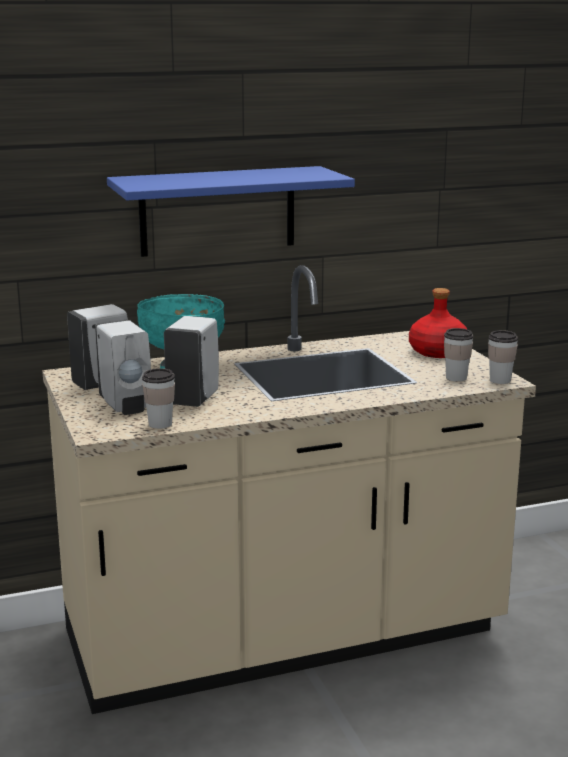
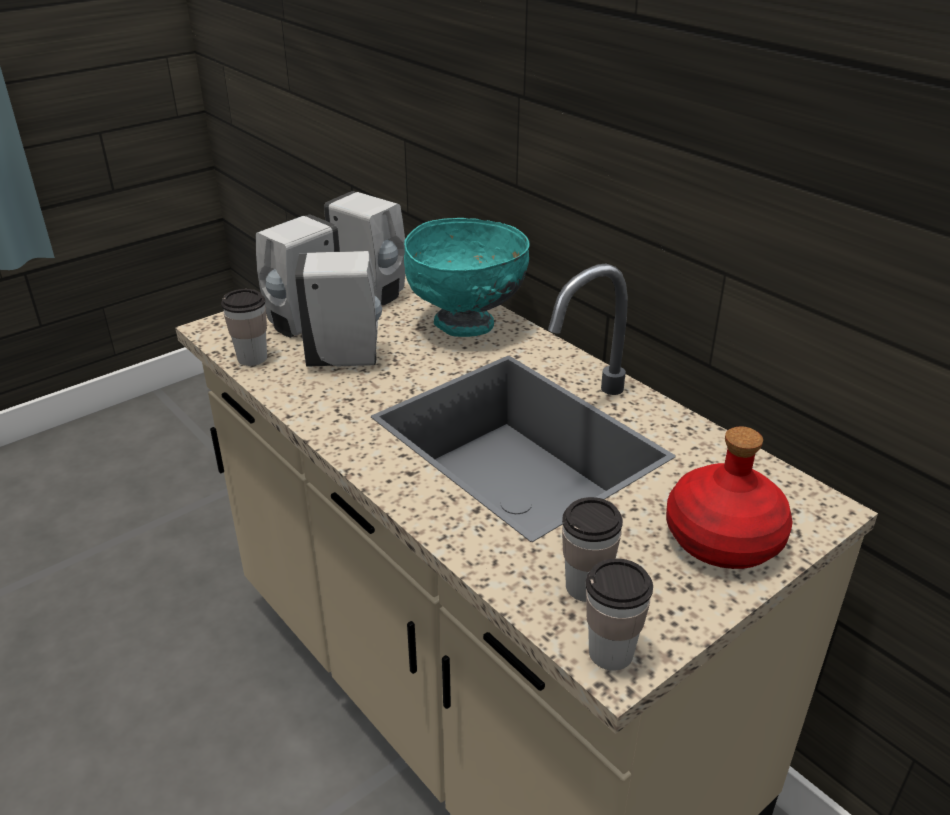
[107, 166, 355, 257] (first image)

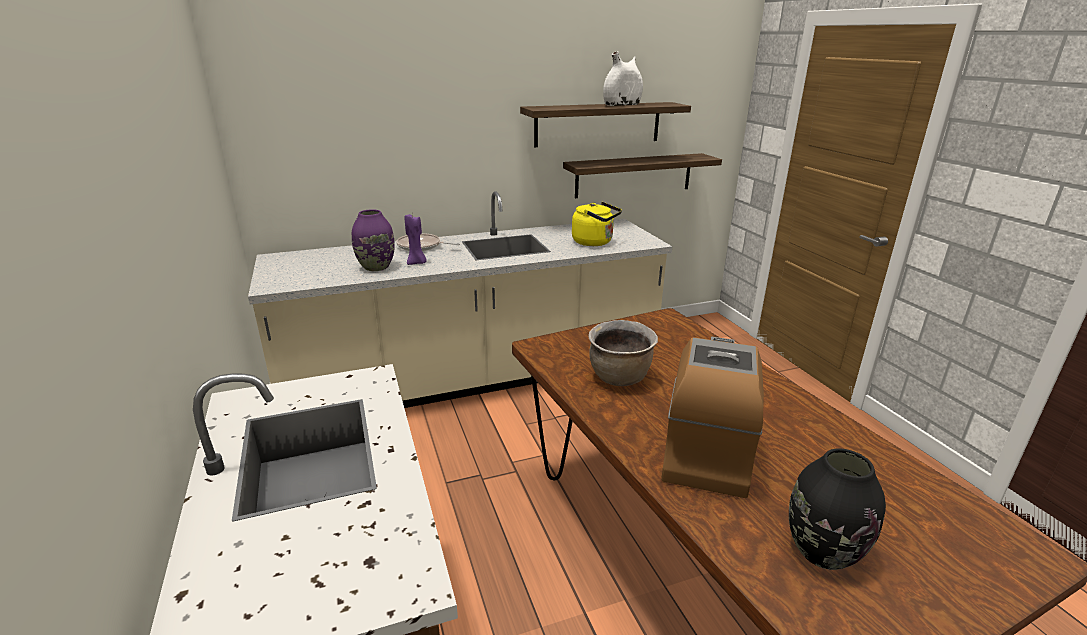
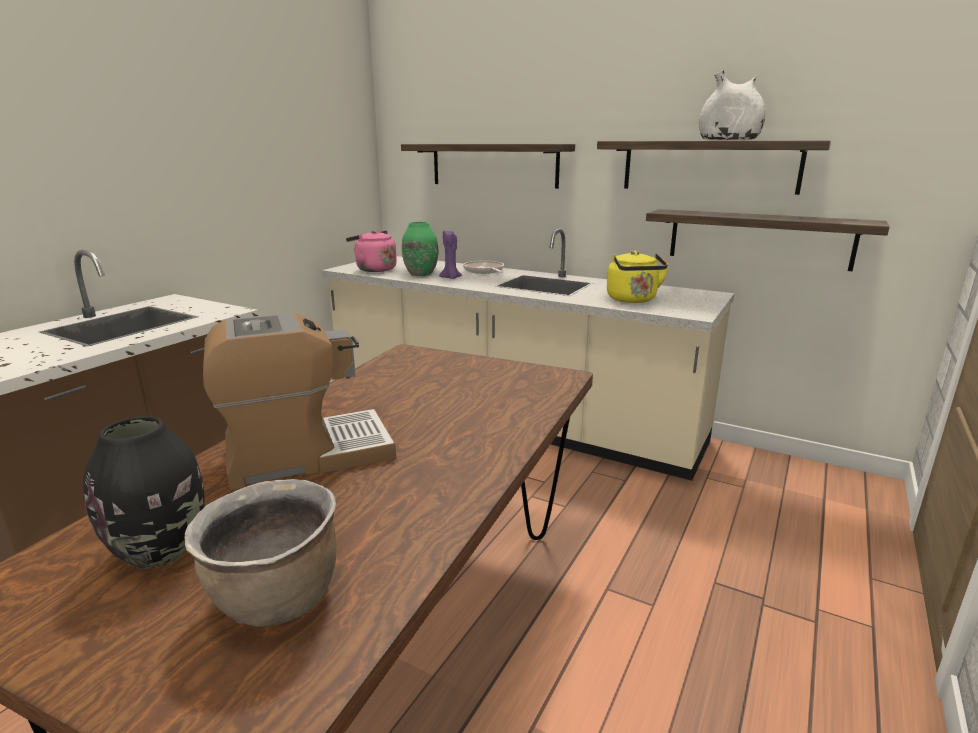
[184, 479, 336, 627]
[346, 230, 397, 272]
[401, 144, 575, 189]
[402, 222, 438, 276]

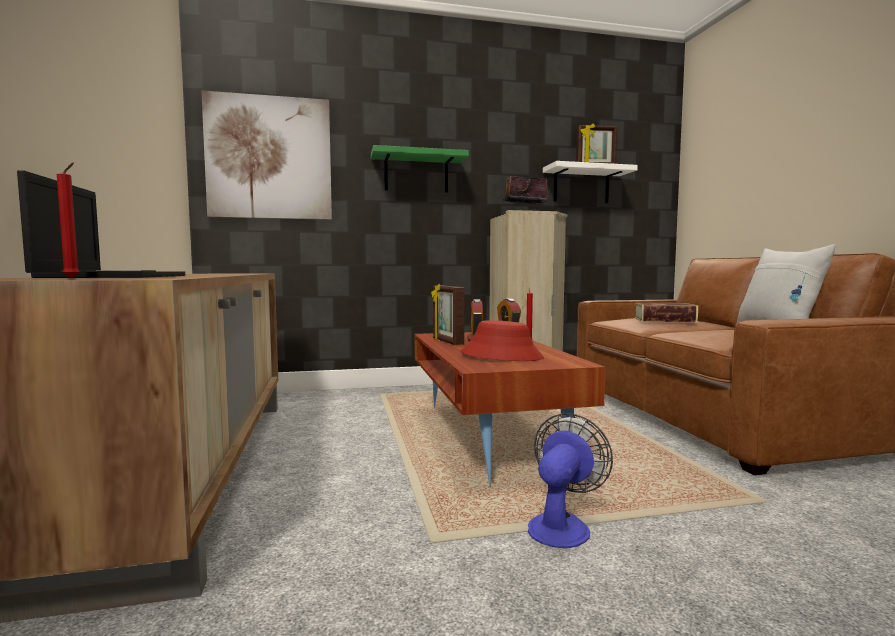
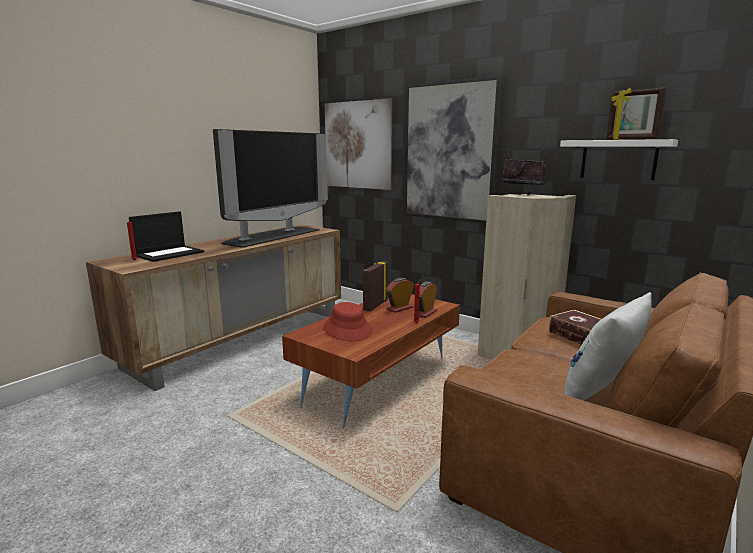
[213, 129, 328, 248]
[404, 76, 502, 223]
[528, 414, 613, 548] (first image)

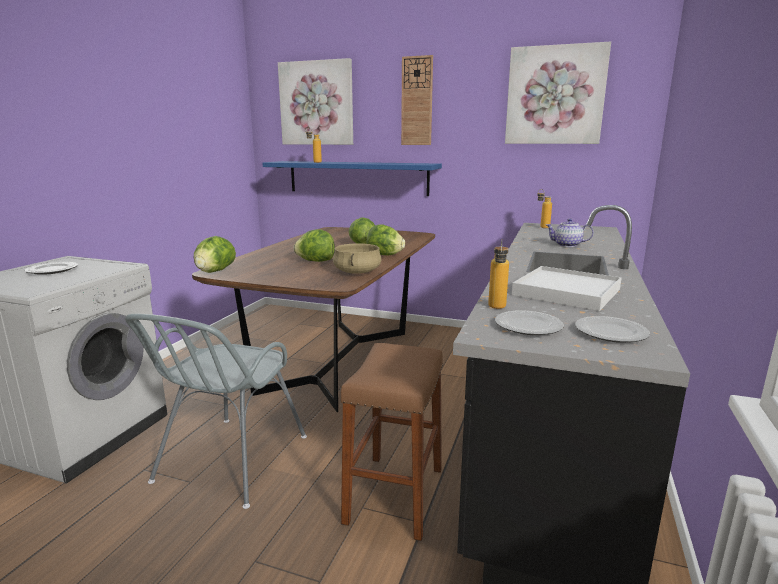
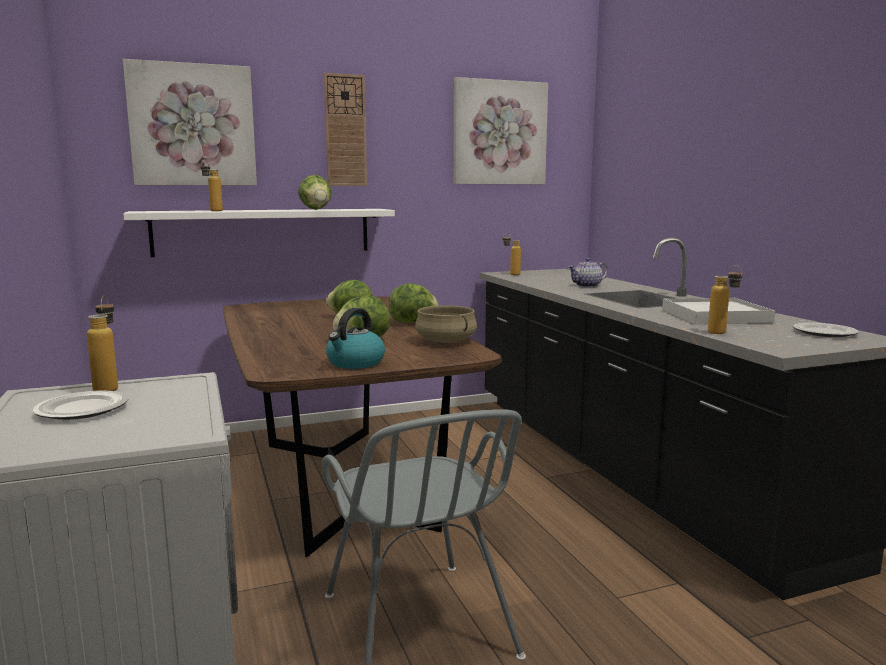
[87, 295, 118, 391]
[123, 209, 395, 257]
[298, 175, 332, 210]
[326, 308, 385, 369]
[341, 343, 443, 541] (first image)
[495, 310, 564, 335] (first image)

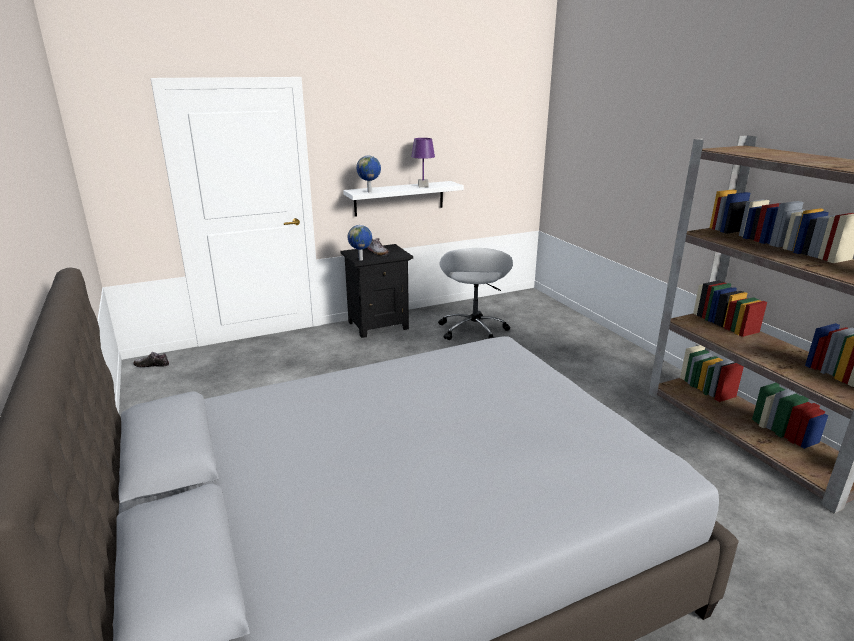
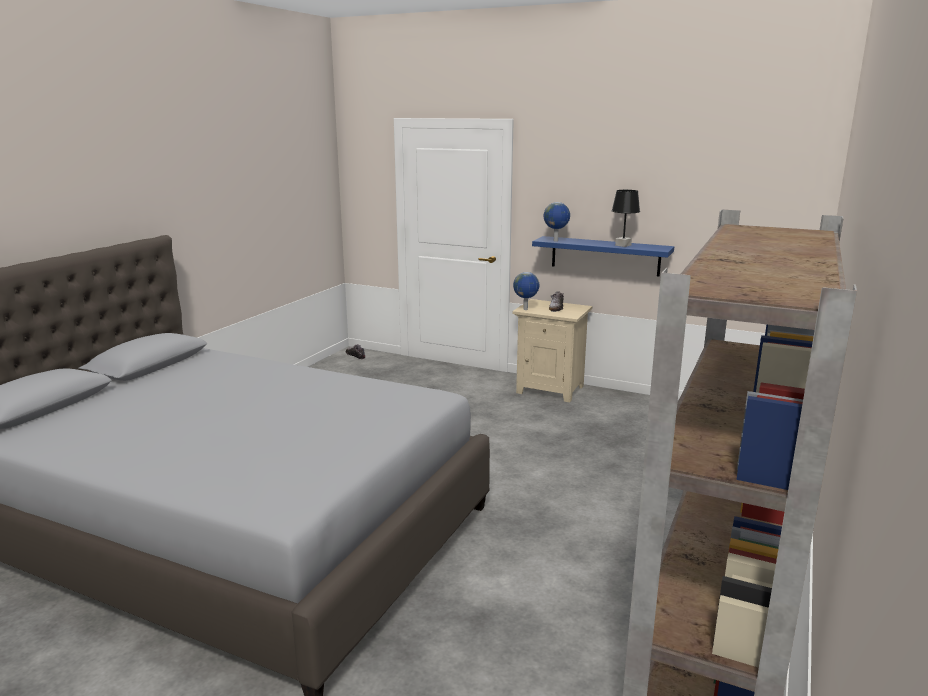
[512, 299, 592, 403]
[532, 236, 674, 276]
[612, 190, 640, 247]
[438, 248, 513, 340] (first image)

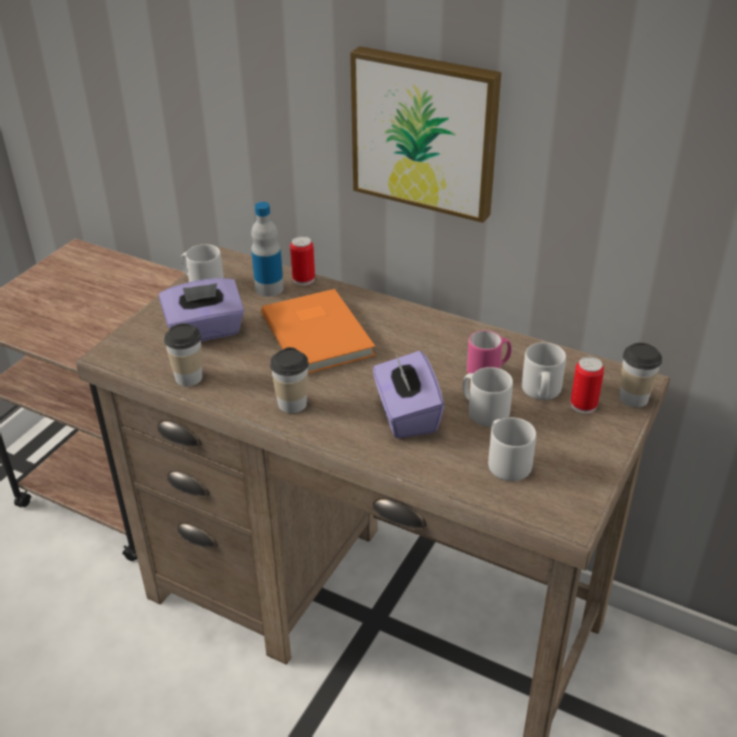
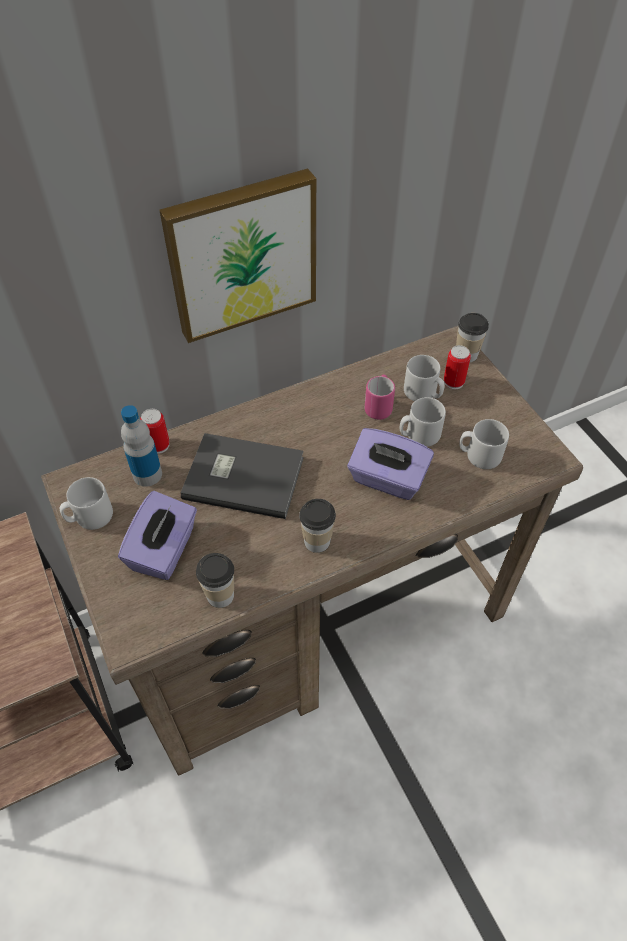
[181, 433, 304, 519]

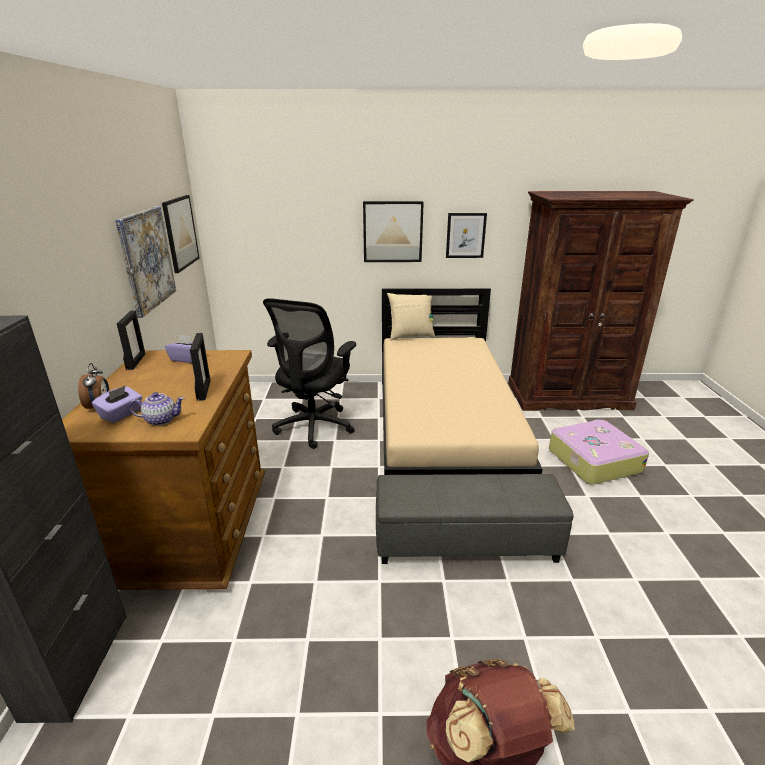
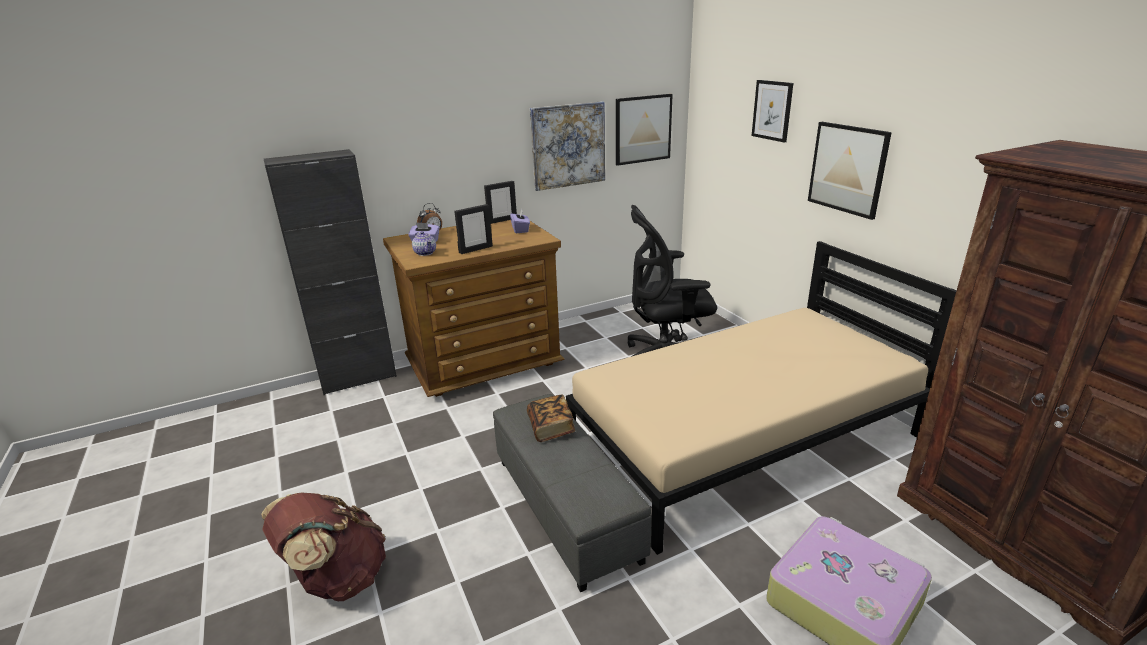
[527, 394, 575, 442]
[752, 80, 793, 142]
[387, 293, 435, 341] (first image)

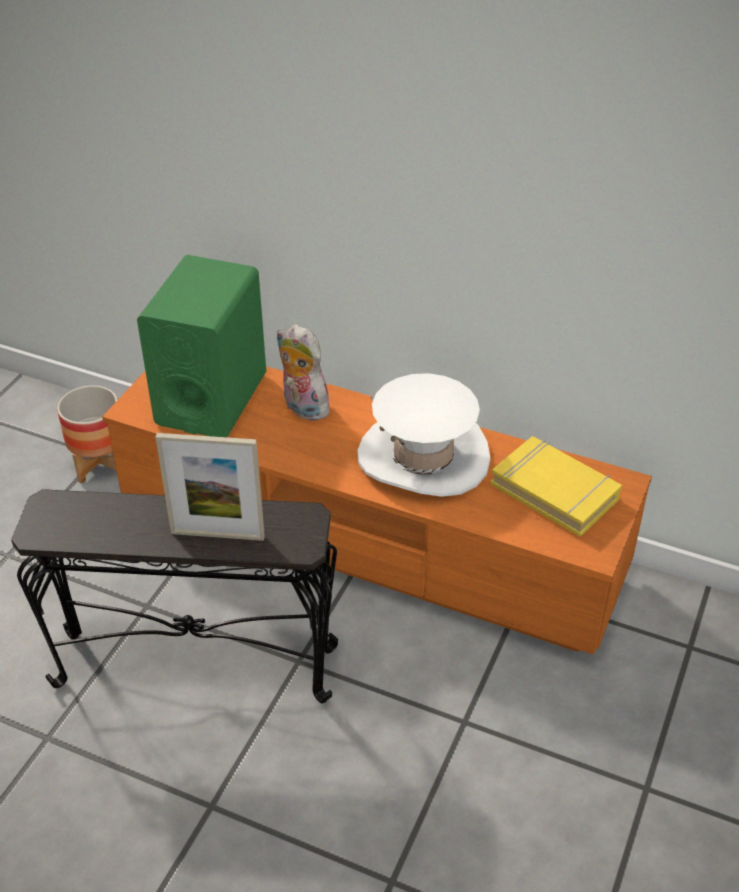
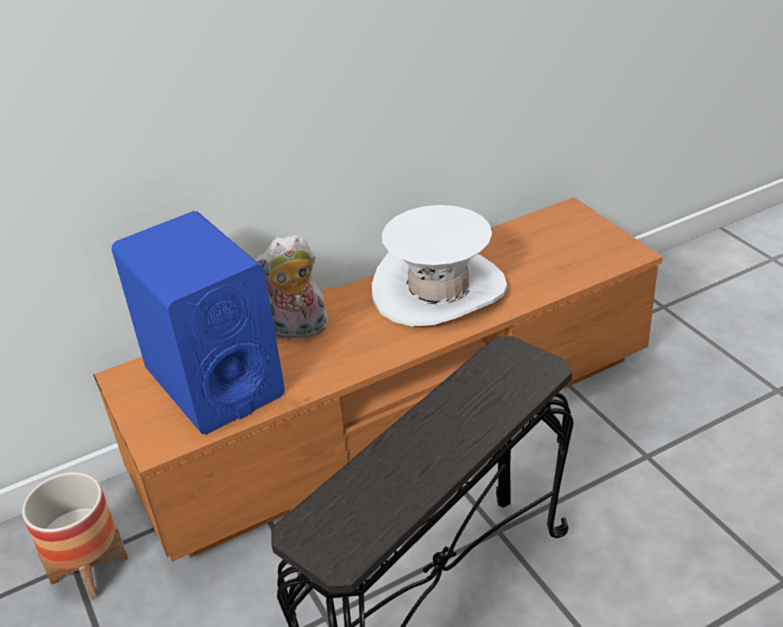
[111, 211, 285, 434]
[156, 433, 265, 541] (first image)
[491, 436, 622, 537] (first image)

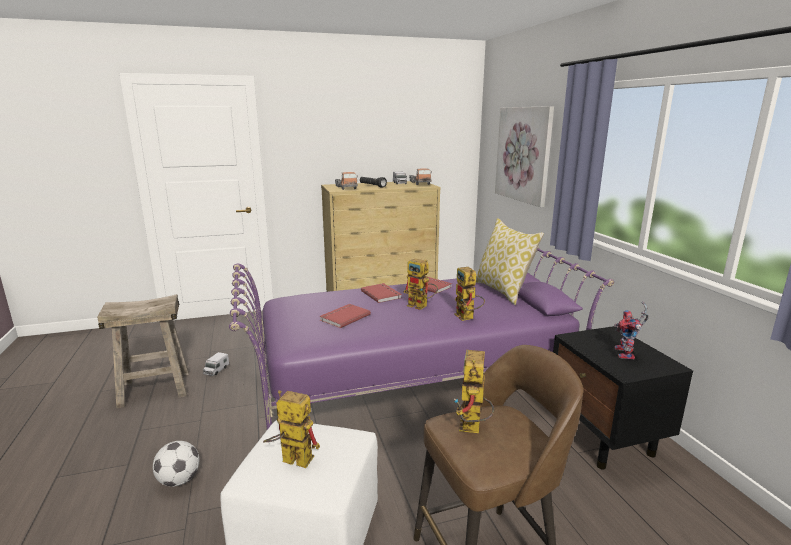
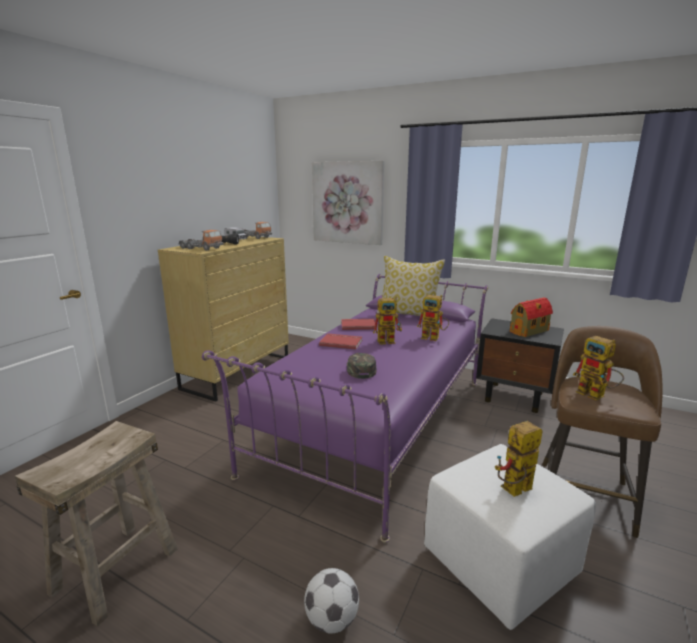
[347, 353, 377, 379]
[510, 298, 553, 337]
[203, 352, 229, 376] (first image)

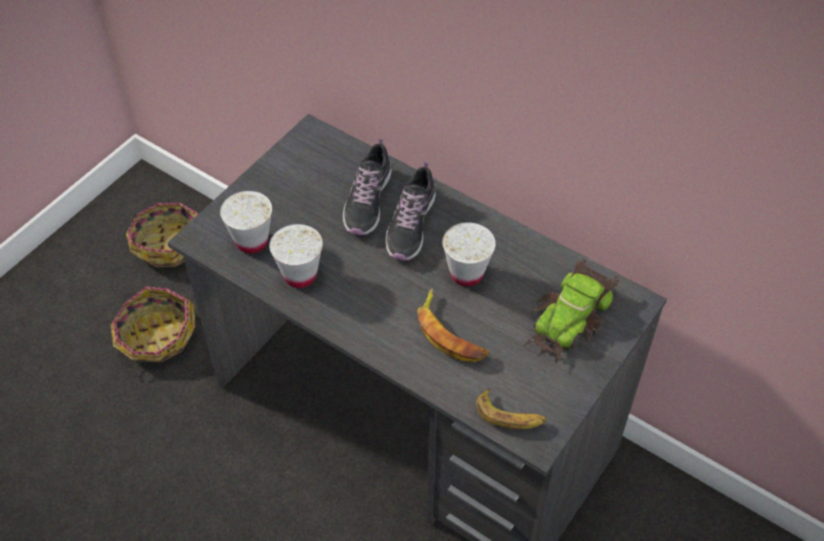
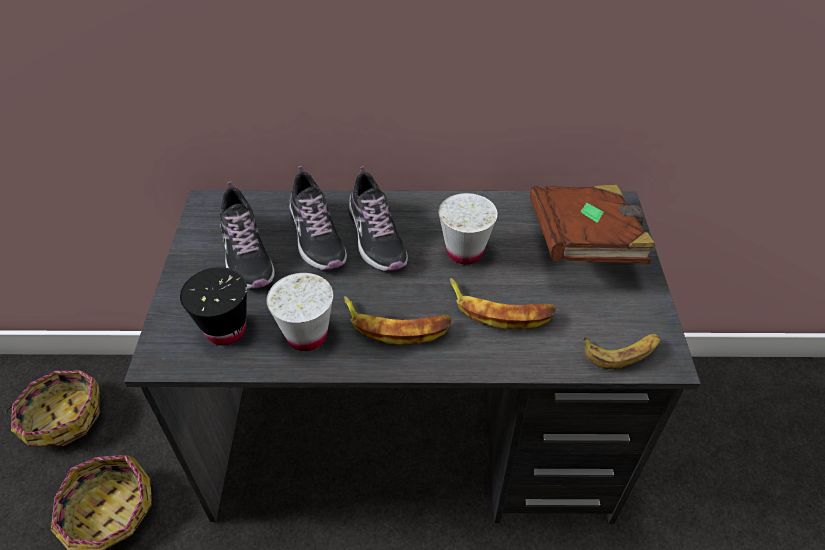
[180, 267, 247, 346]
[220, 182, 275, 289]
[344, 296, 451, 345]
[530, 185, 655, 264]

